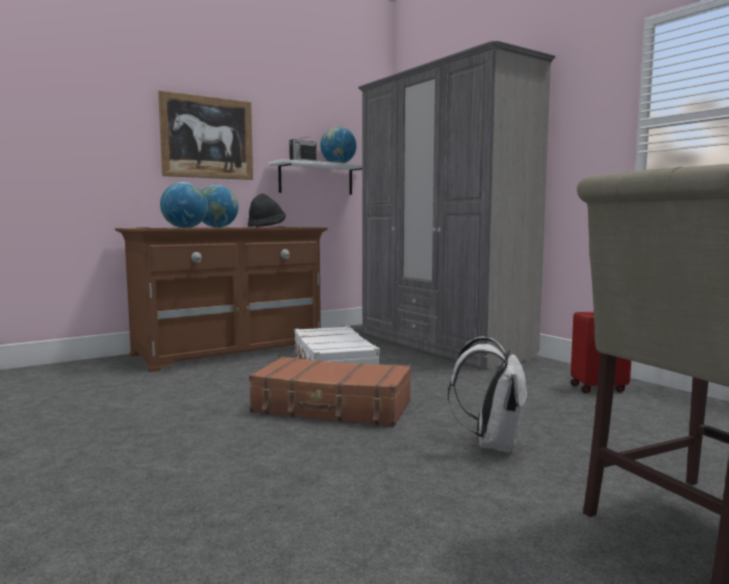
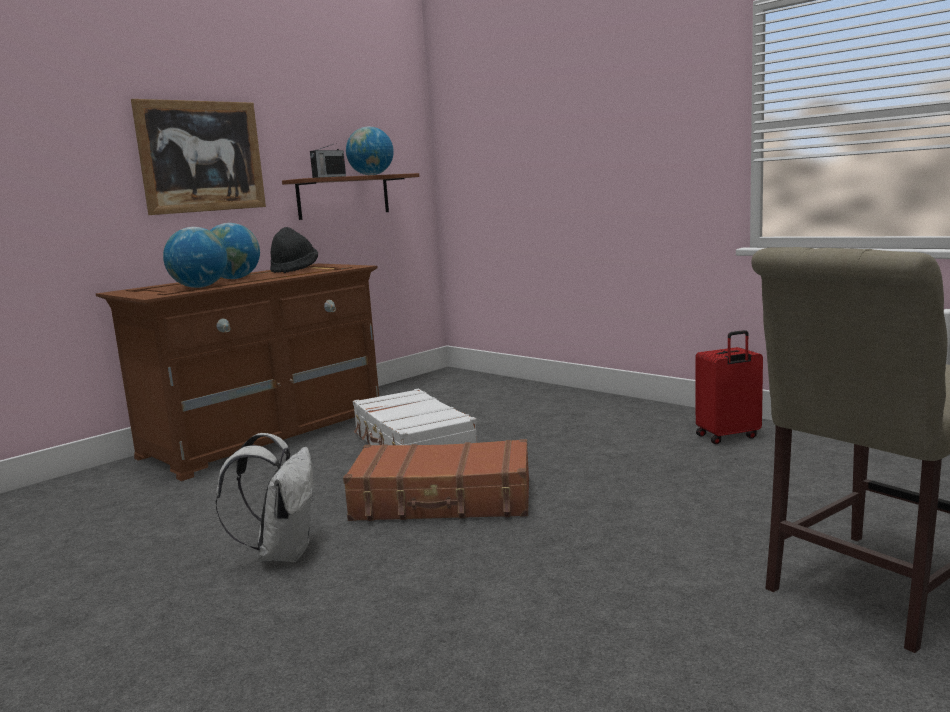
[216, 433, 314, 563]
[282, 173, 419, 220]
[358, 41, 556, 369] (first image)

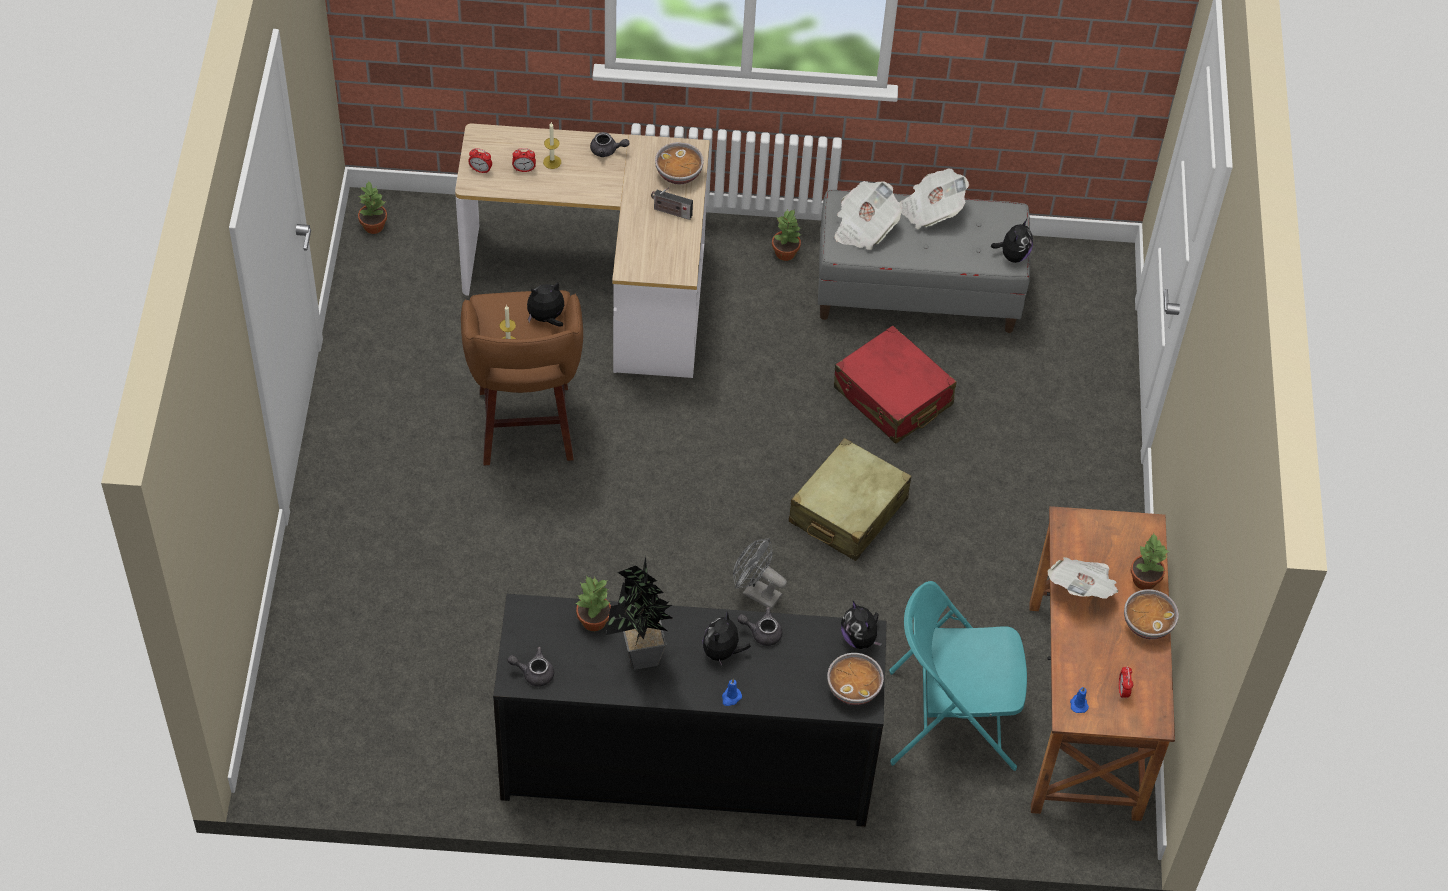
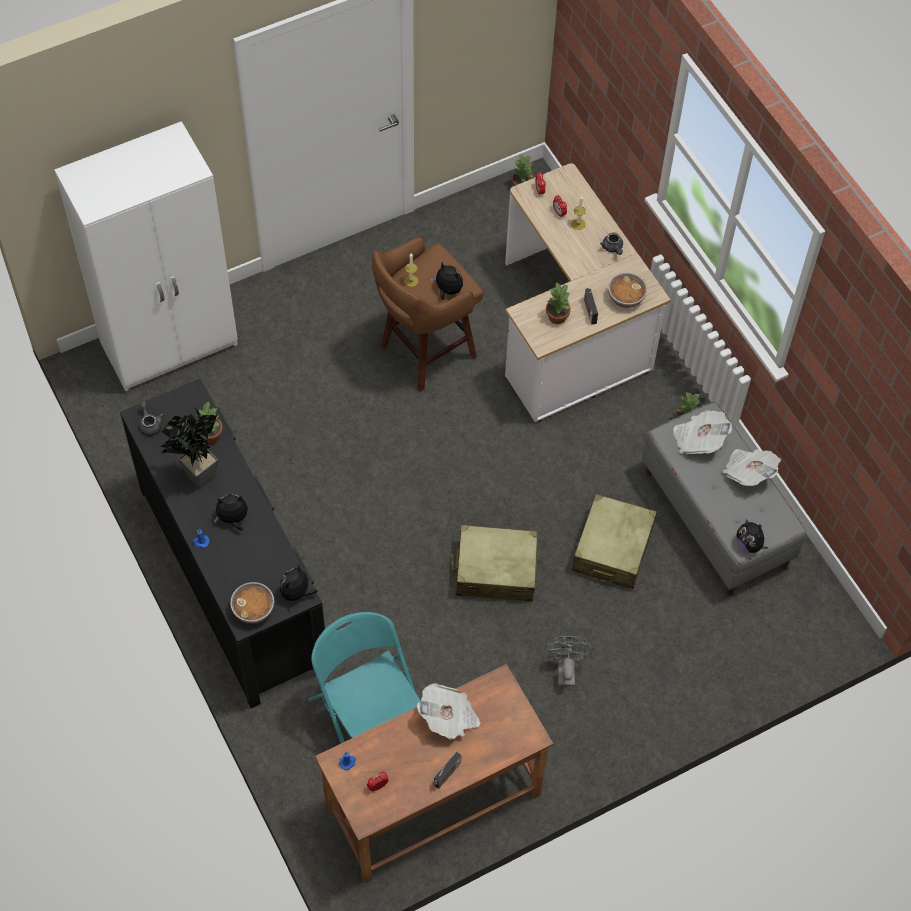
[54, 121, 238, 391]
[433, 752, 461, 789]
[544, 635, 593, 686]
[546, 282, 571, 324]
[572, 494, 657, 589]
[736, 519, 769, 553]
[737, 607, 783, 646] (first image)

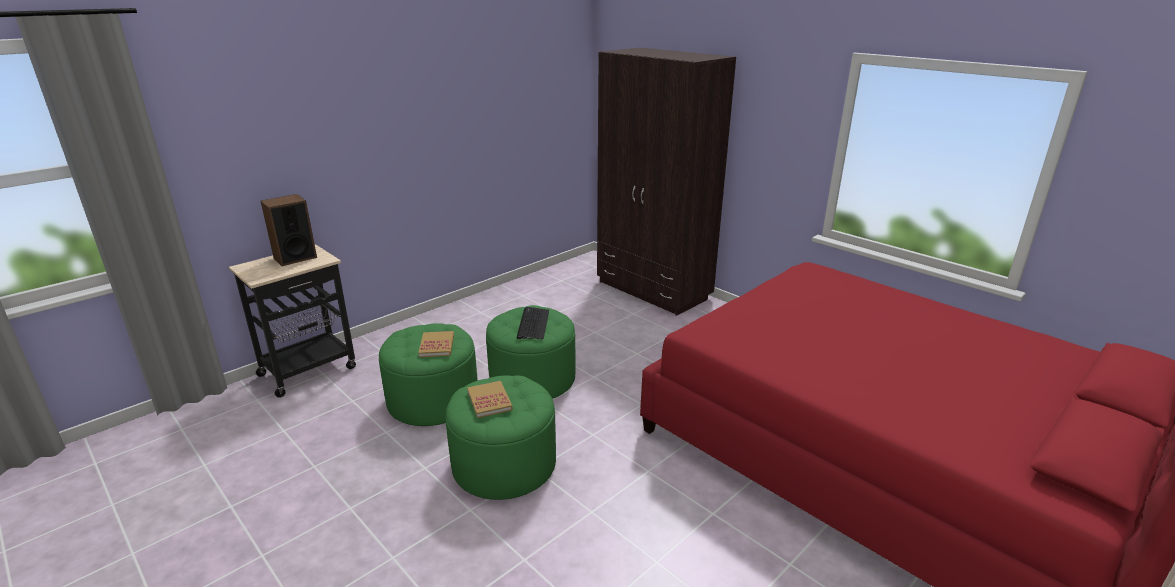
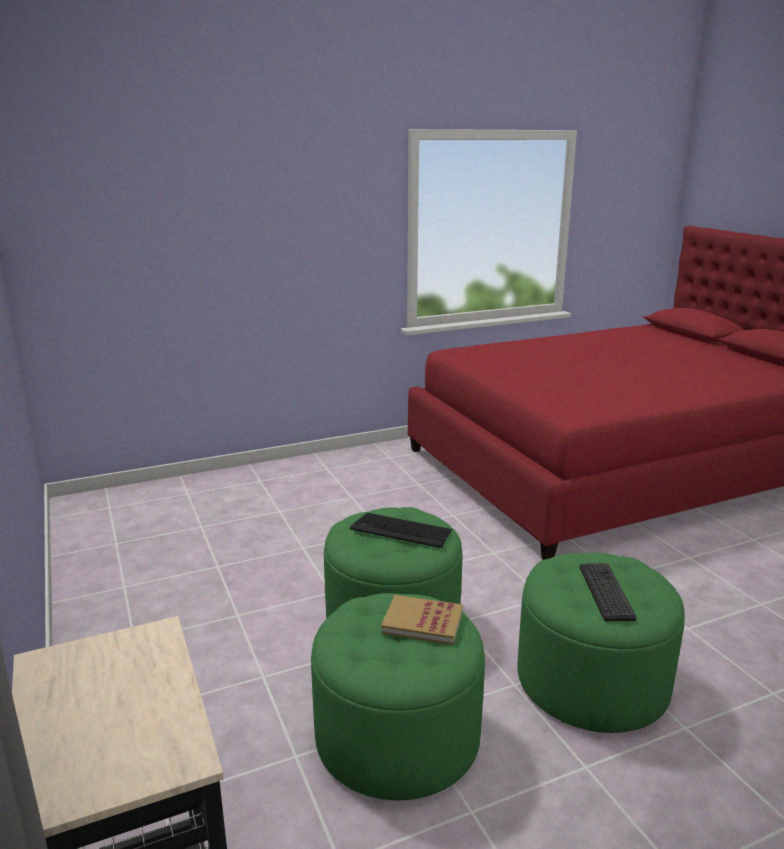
[580, 563, 637, 621]
[261, 194, 317, 266] (first image)
[597, 47, 736, 316] (first image)

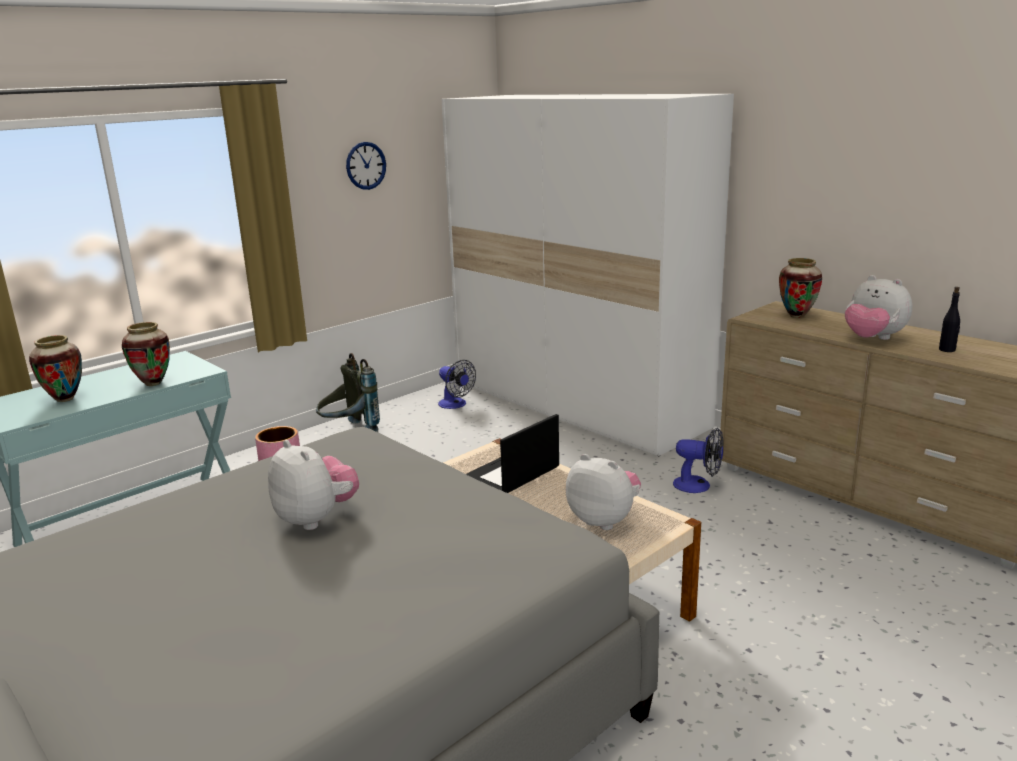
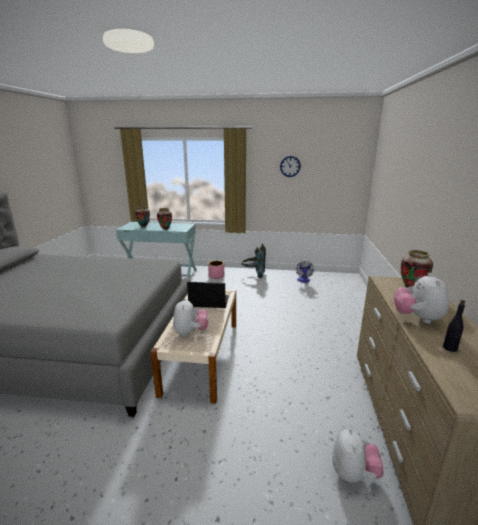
[332, 428, 383, 483]
[442, 94, 734, 456] (first image)
[673, 428, 723, 493] (first image)

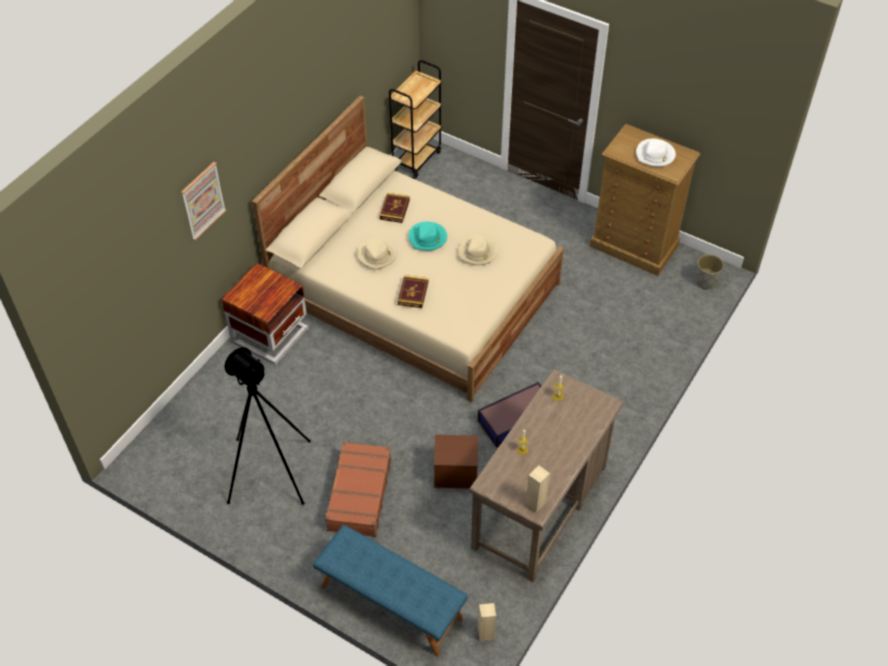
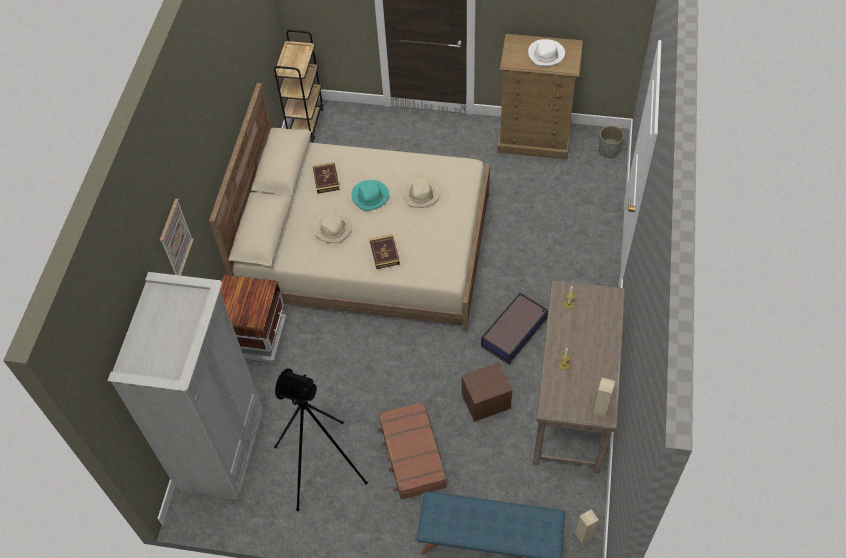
[107, 272, 263, 499]

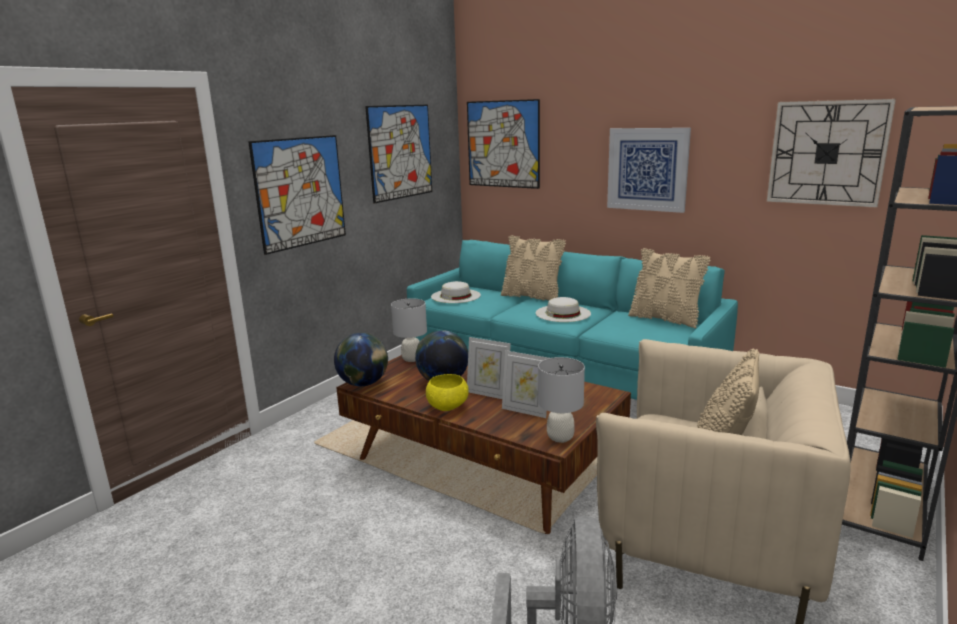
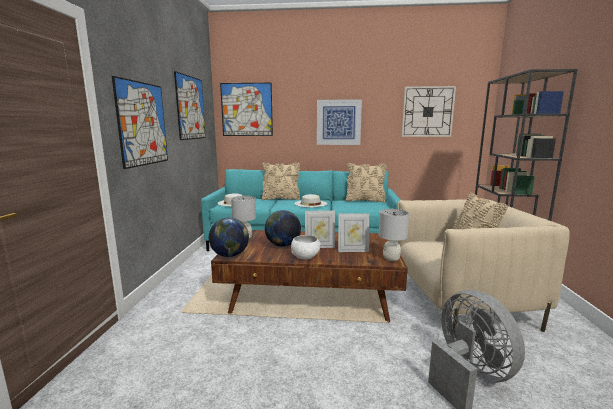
[291, 235, 321, 259]

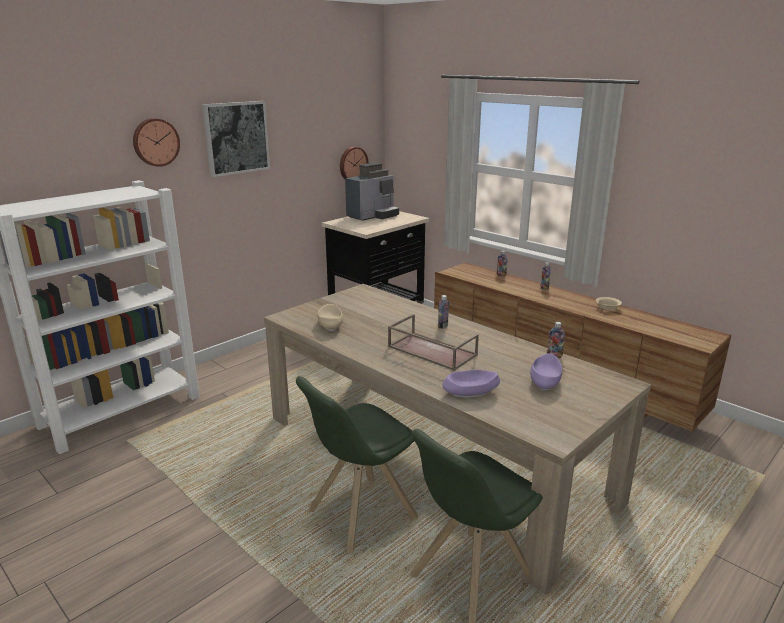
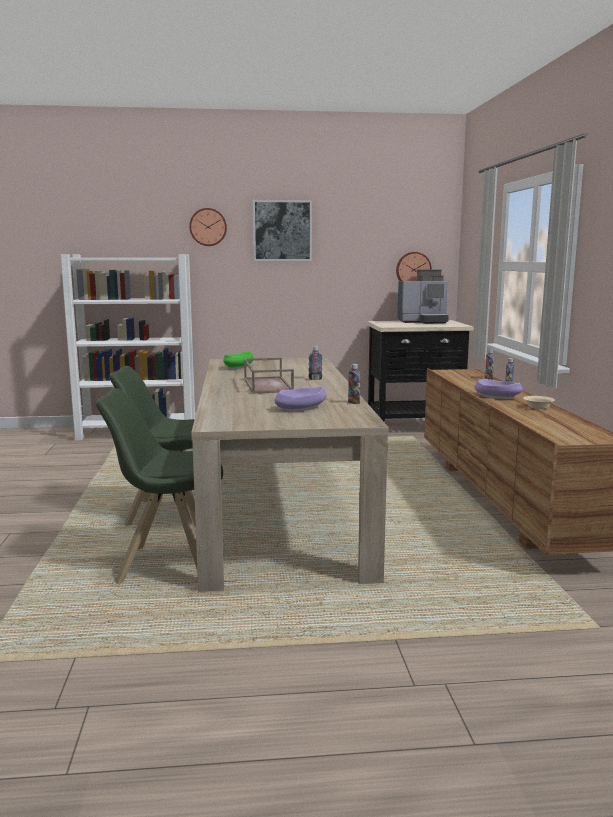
[223, 351, 254, 369]
[474, 379, 523, 399]

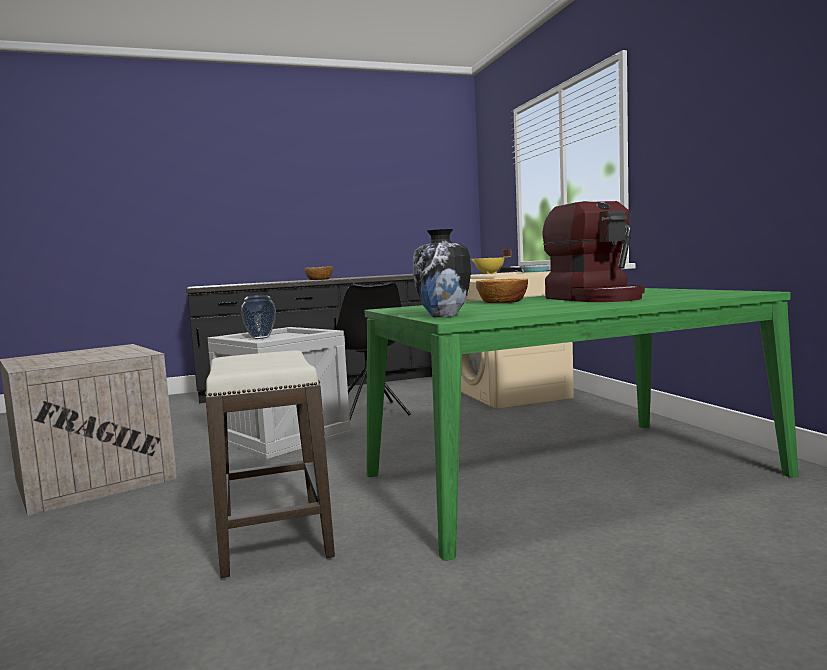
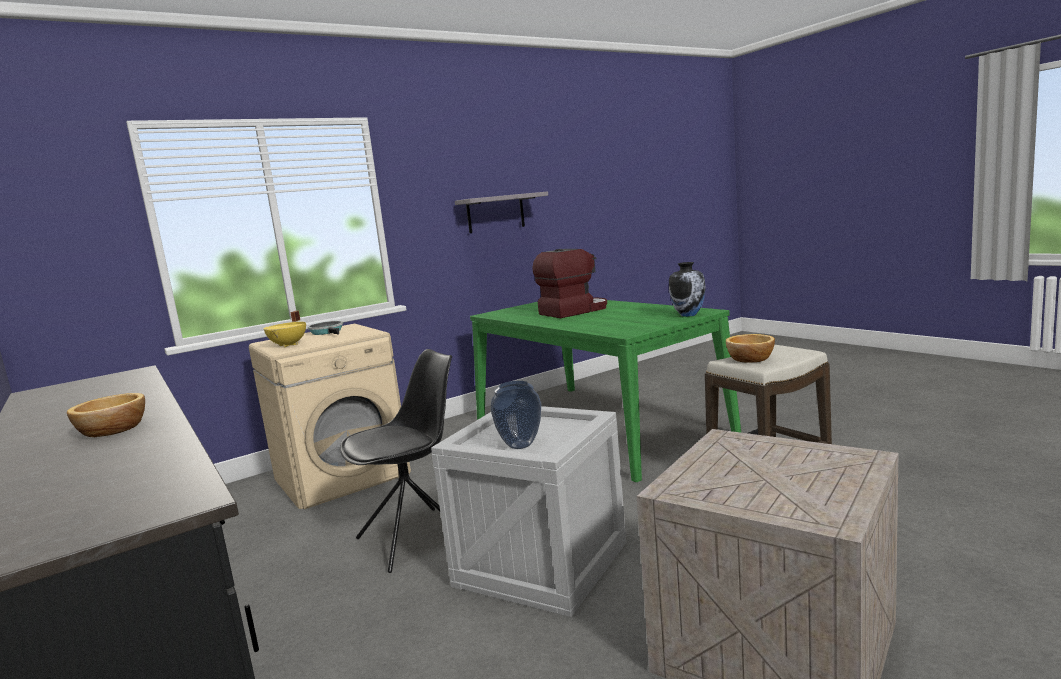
[455, 191, 548, 233]
[726, 334, 775, 363]

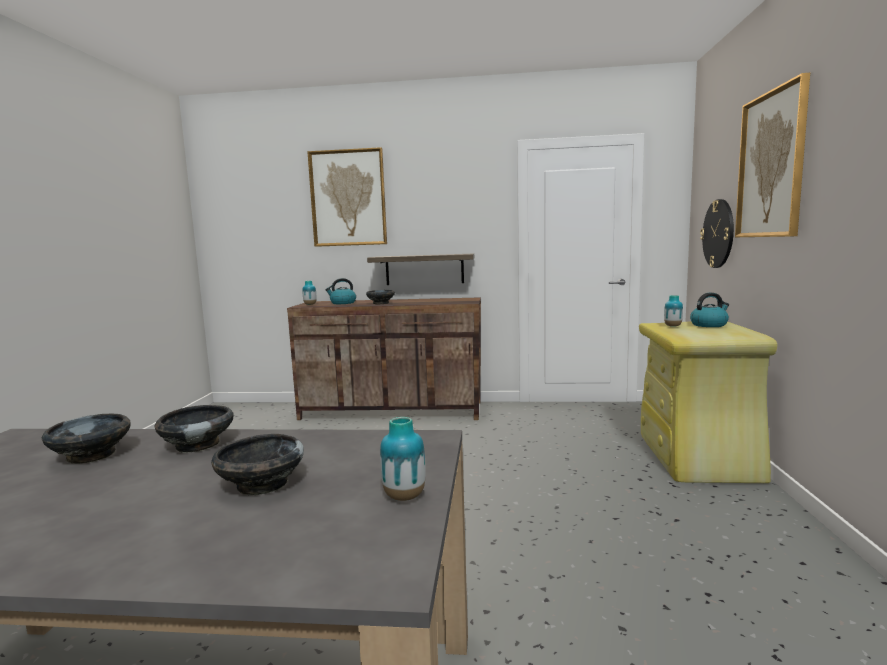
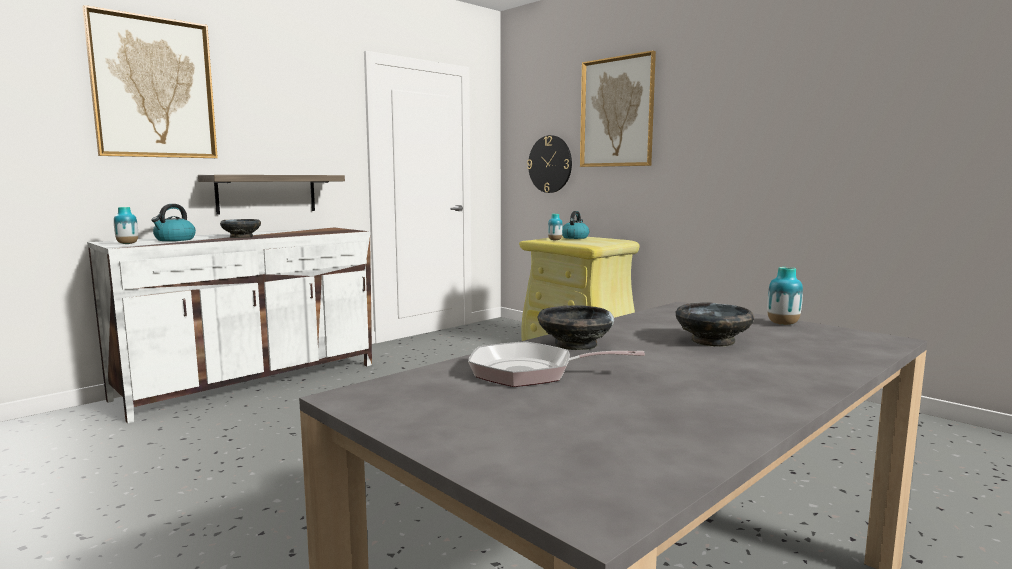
[87, 227, 372, 423]
[468, 341, 645, 387]

